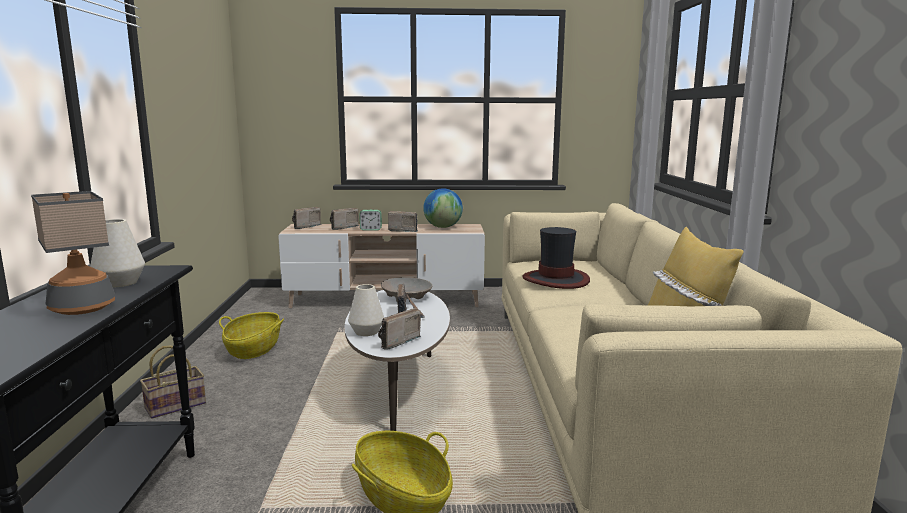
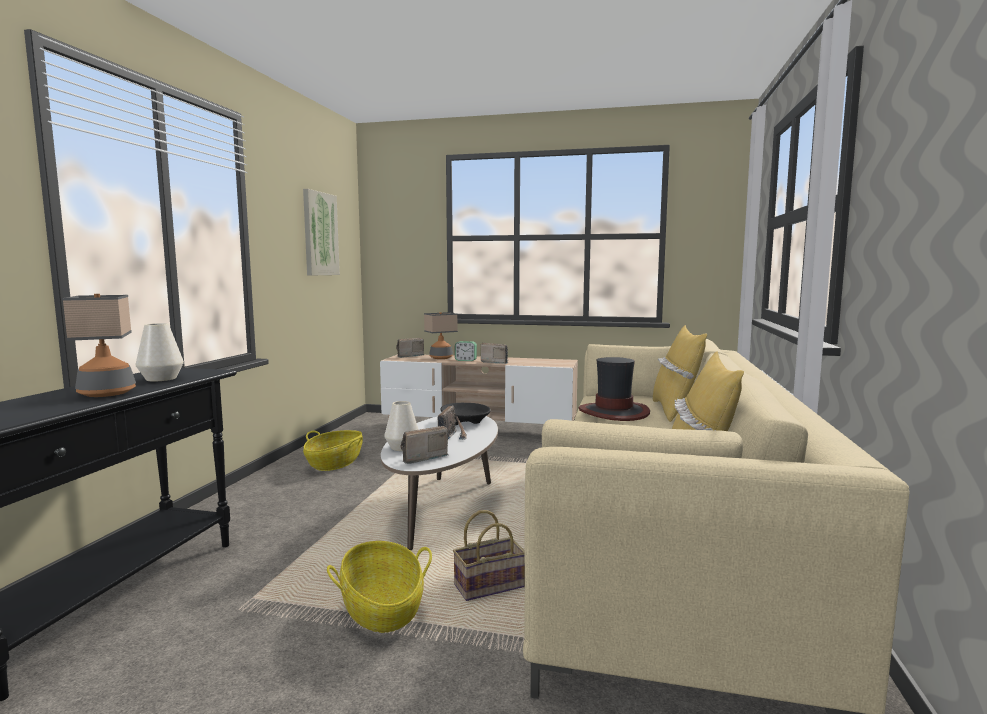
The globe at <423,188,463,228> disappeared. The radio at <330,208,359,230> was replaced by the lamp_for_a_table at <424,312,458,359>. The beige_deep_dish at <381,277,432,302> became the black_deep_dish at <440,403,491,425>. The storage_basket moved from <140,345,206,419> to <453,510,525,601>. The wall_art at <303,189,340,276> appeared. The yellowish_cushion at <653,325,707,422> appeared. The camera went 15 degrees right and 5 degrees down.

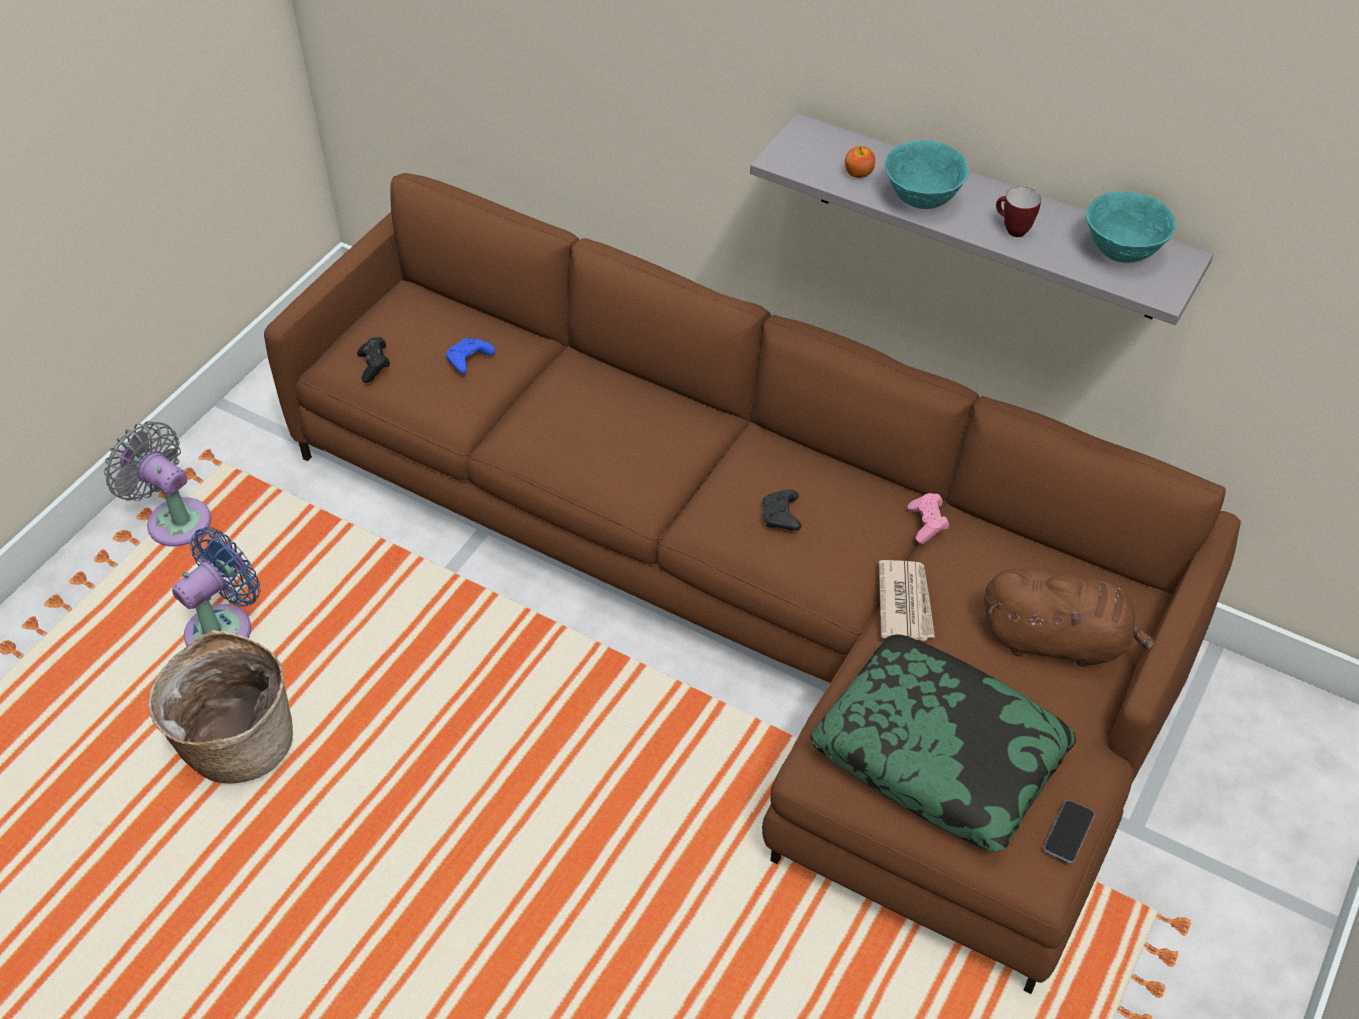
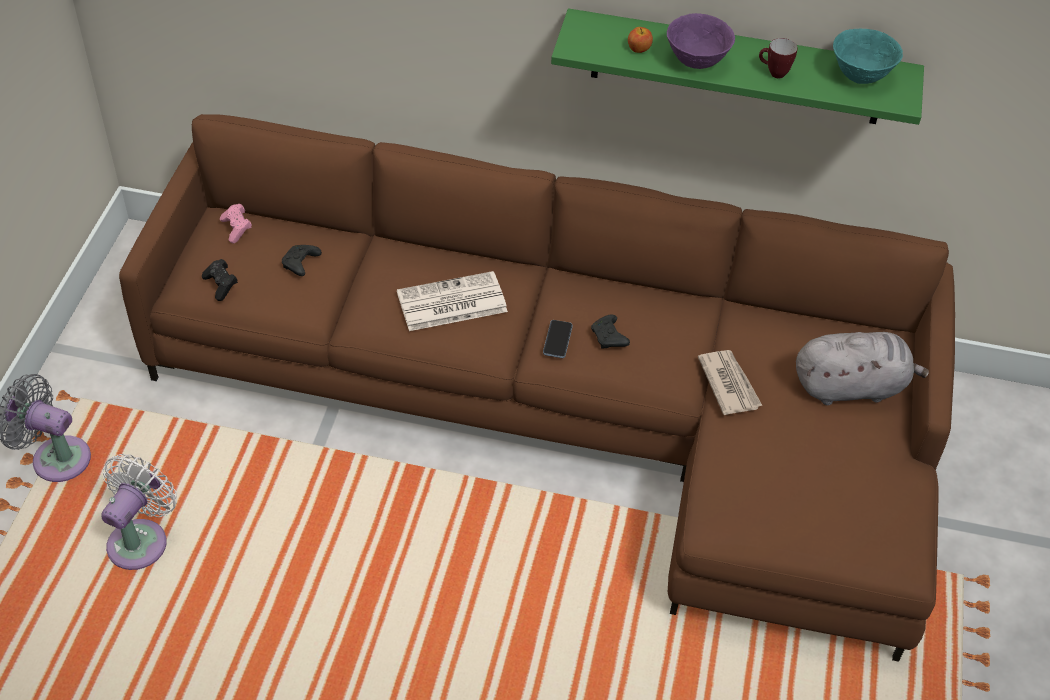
The grey_bracket_shelf at <750,113,1213,325> became the greenish_bracket_shelf at <551,8,924,125>. The turquoise-coloured_deep_dish at <884,140,969,209> became the purple_deep_dish at <667,13,735,69>. The blue_joypad at <446,338,495,374> became the black_joypad at <282,245,322,276>. The pink_joypad moved from <908,493,949,544> to <220,204,252,243>. The blue_electric_fan at <172,527,261,646> became the white_electric_fan at <101,454,177,570>. The brown_plush_toy at <984,568,1154,667> became the grey_plush_toy at <796,332,929,405>. The storage_basket at <148,630,293,783> disappeared. The cushion at <810,634,1076,852> disappeared. The handset moved from <1044,800,1095,863> to <543,320,573,358>. The daily_paper at <397,271,508,331> appeared. The camera went 20 degrees left and 0 degrees up.

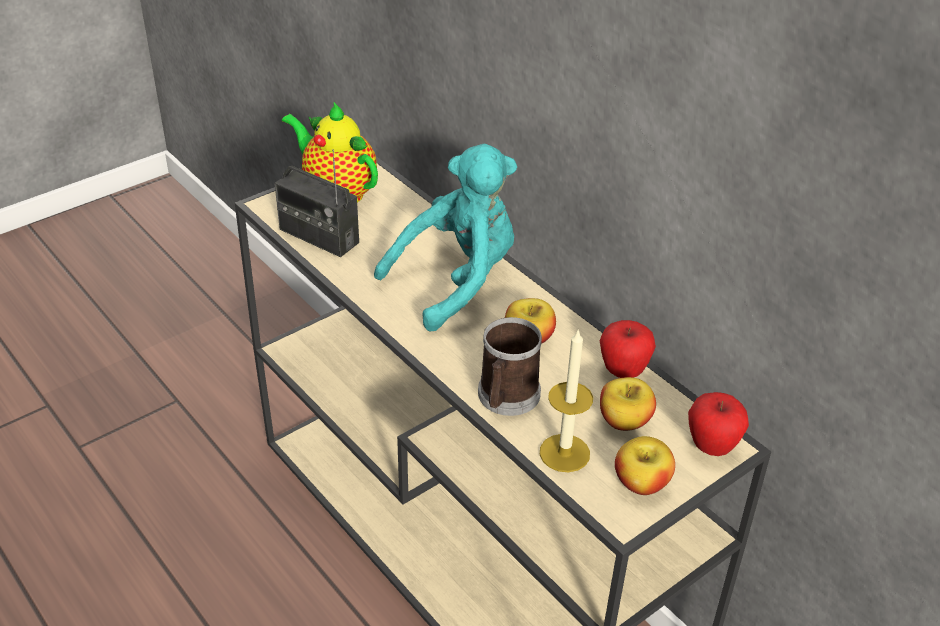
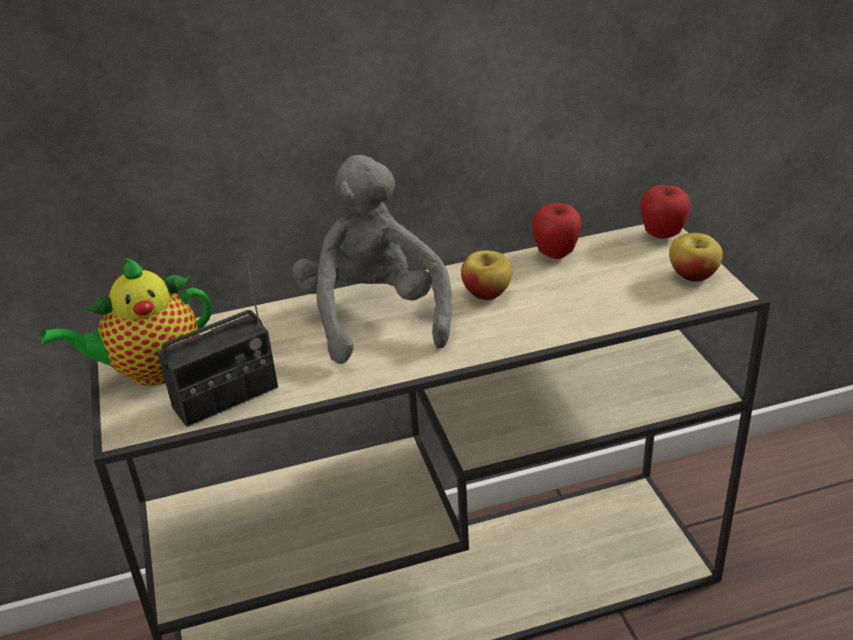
The turquoise-coloured_plush_toy at <374,144,517,331> became the grey_plush_toy at <292,155,452,364>. The mug at <478,317,542,416> disappeared. The wax_candle at <539,328,593,472> disappeared. The apple at <600,377,656,431> disappeared. The camera went 65 degrees left and 5 degrees down.

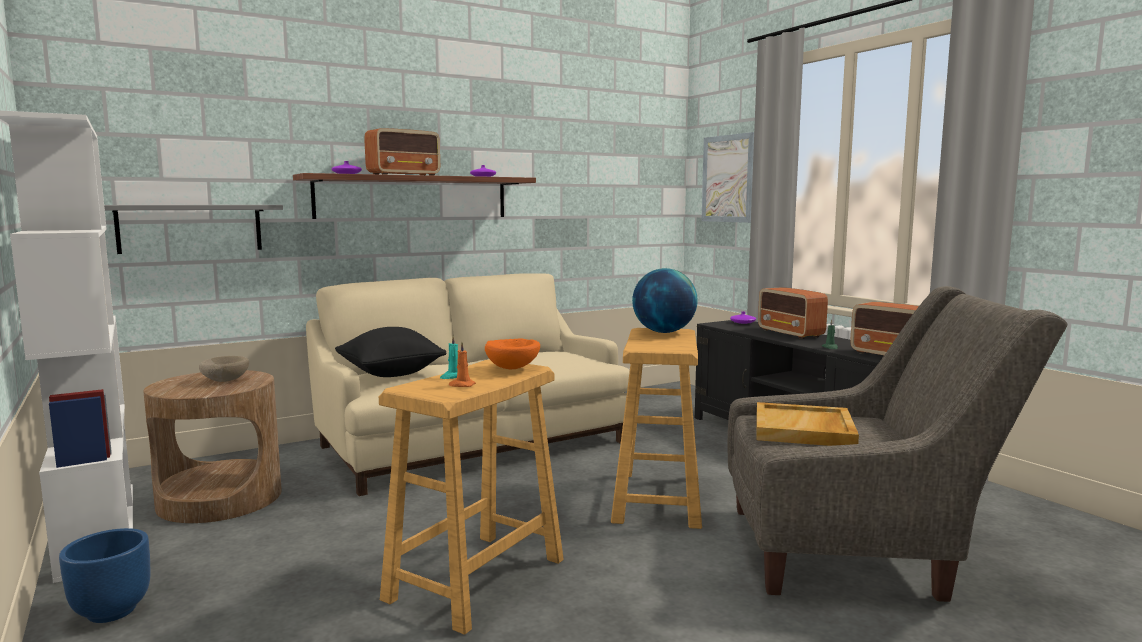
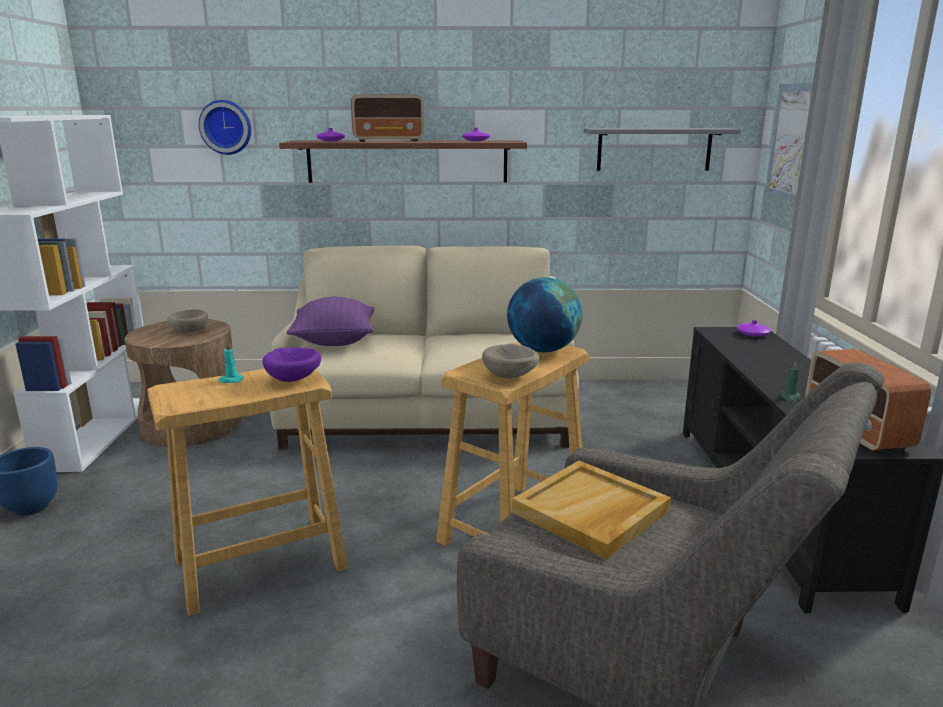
The grey_bracket_shelf moved from <104,205,283,254> to <584,128,741,171>. The radio at <758,287,828,339> disappeared. The black_cushion at <335,327,446,377> became the purple_cushion at <287,297,375,346>. The orange_deep_dish at <485,338,540,369> became the purple_deep_dish at <263,347,321,382>. The orange_wax_candle at <449,342,476,387> disappeared. The wall_clock at <199,100,251,155> appeared. The beige_deep_dish at <482,343,539,378> appeared. The camera went 30 degrees right and 10 degrees up.

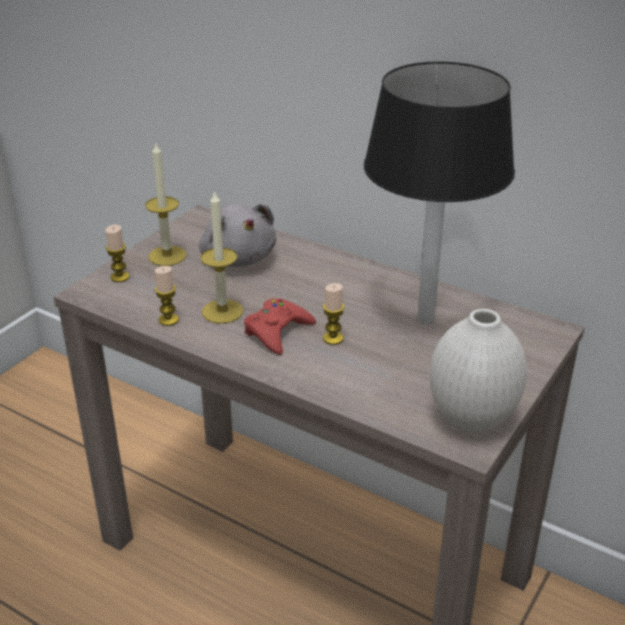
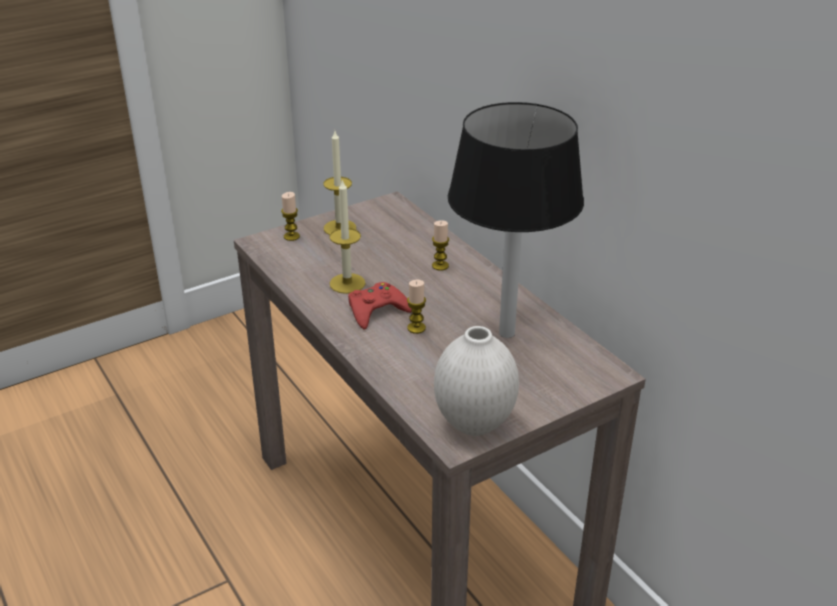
The grey_plush_toy at <199,203,276,267> disappeared. The wax_candle moved from <155,266,179,326> to <432,220,449,271>. The camera went 25 degrees right and 0 degrees up.

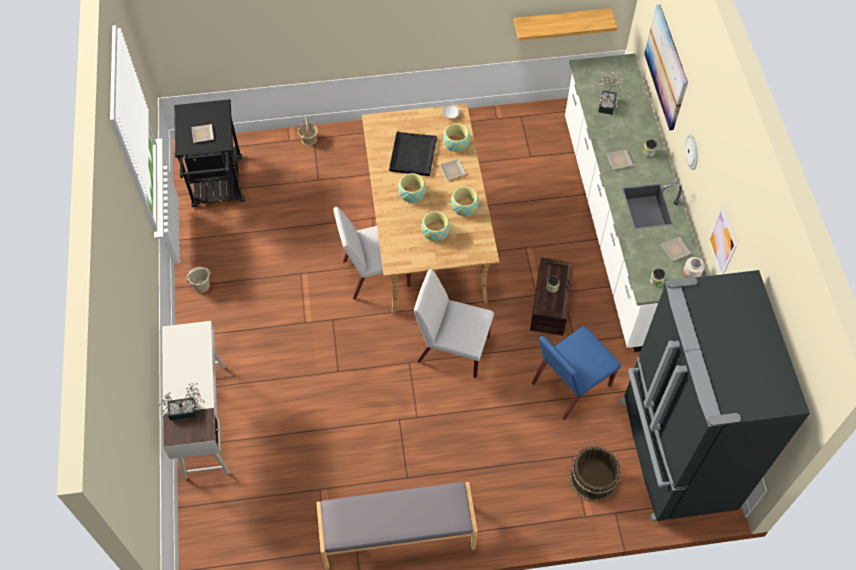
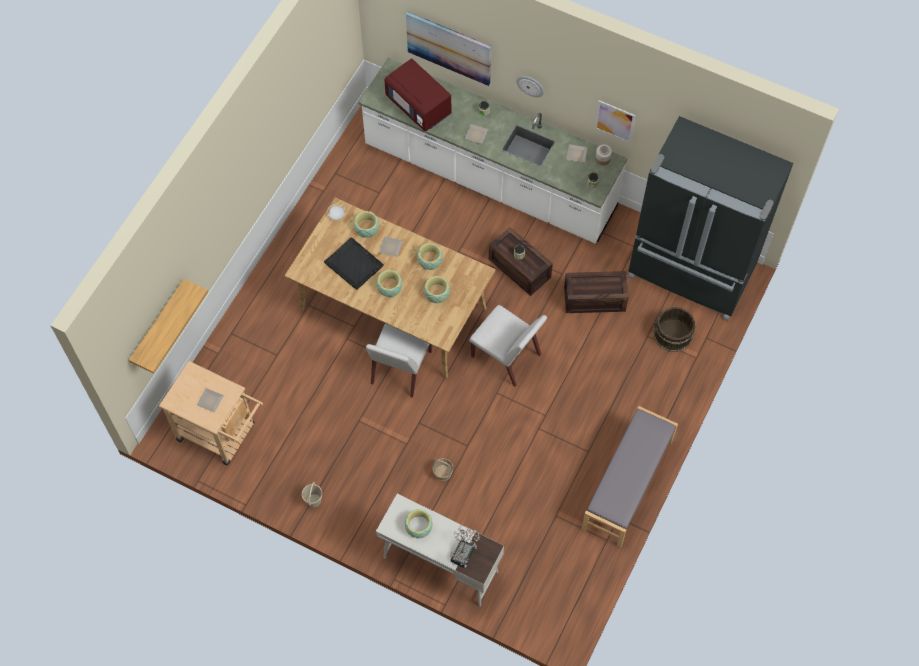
The bracket_shelf moved from <514,8,617,41> to <129,279,208,374>. The plant_in_a_pot at <597,72,624,115> was replaced by the red-coloured_microwave at <384,58,452,131>. The black_trolley at <174,99,245,207> became the beige_trolley at <159,361,263,465>. The storage_basket moved from <298,117,318,146> to <432,458,454,481>. The white_plain_chair at <414,269,494,378> turned 105 degrees counterclockwise. The blue_plain_chair at <532,326,621,420> was replaced by the crate at <564,271,628,313>. The deep_dish at <405,509,432,538> appeared. The camera went 55 degrees left and 5 degrees up.

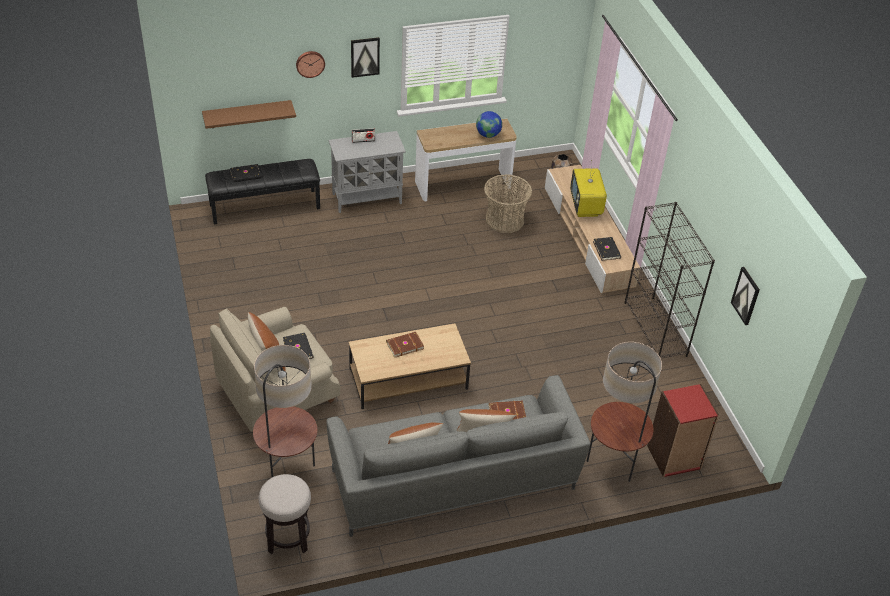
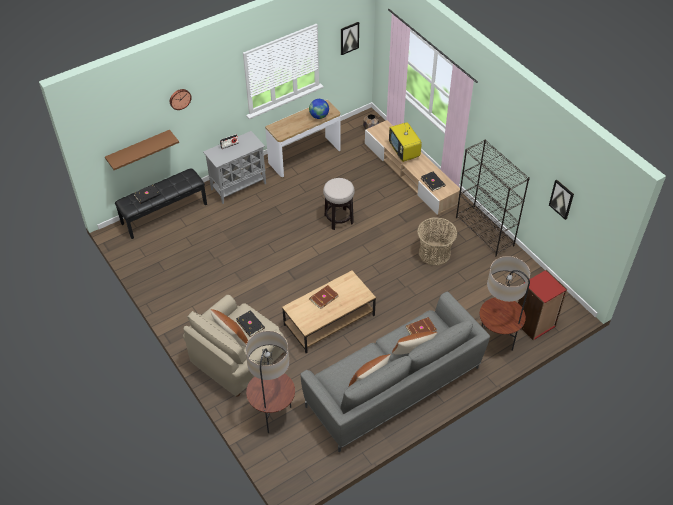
The wall_art moved from <351,37,380,78> to <341,22,359,55>. The storage_basket moved from <484,174,532,233> to <417,217,457,266>. The stool moved from <259,474,311,554> to <323,178,355,230>. The camera went 15 degrees left and 5 degrees up.

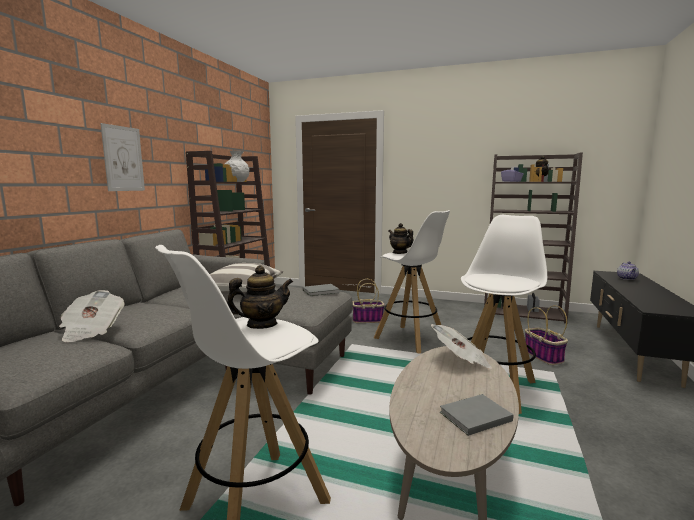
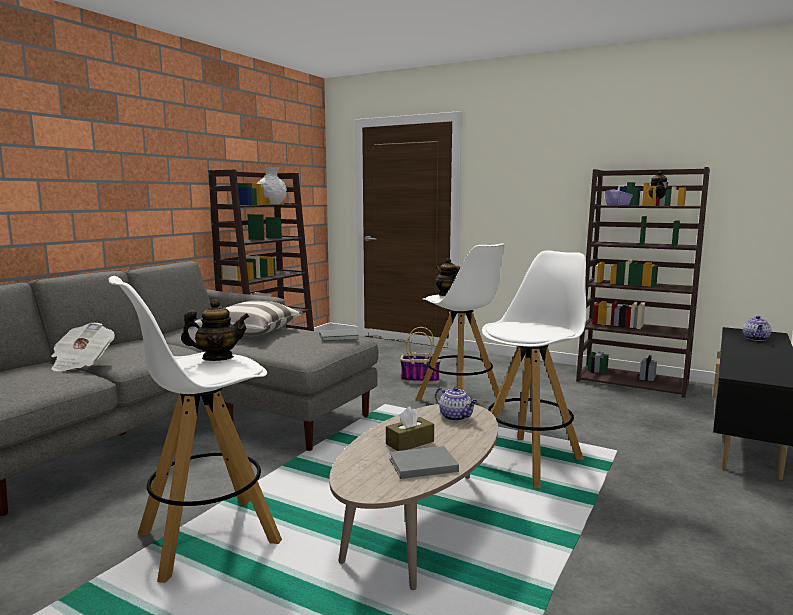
The wall_art at <100,123,145,191> disappeared. The storage_basket at <525,305,568,365> disappeared. The daily_paper at <431,324,493,369> was replaced by the pot_for_tea at <435,386,477,421>. The brown_box_of_tissues at <386,407,434,451> appeared. The camera went 10 degrees right and 0 degrees up.

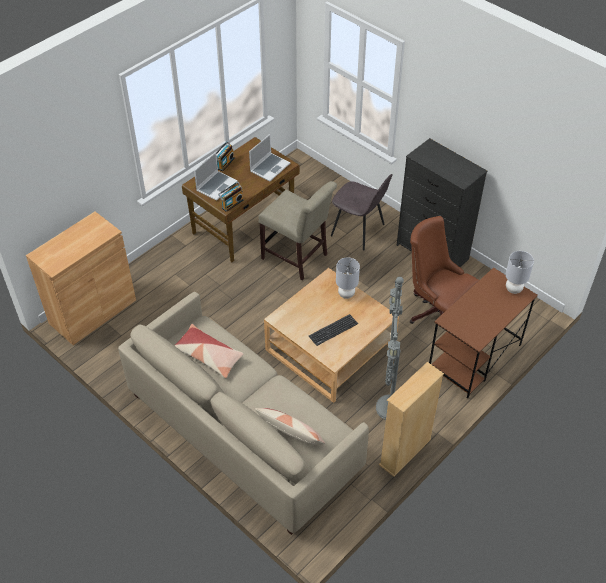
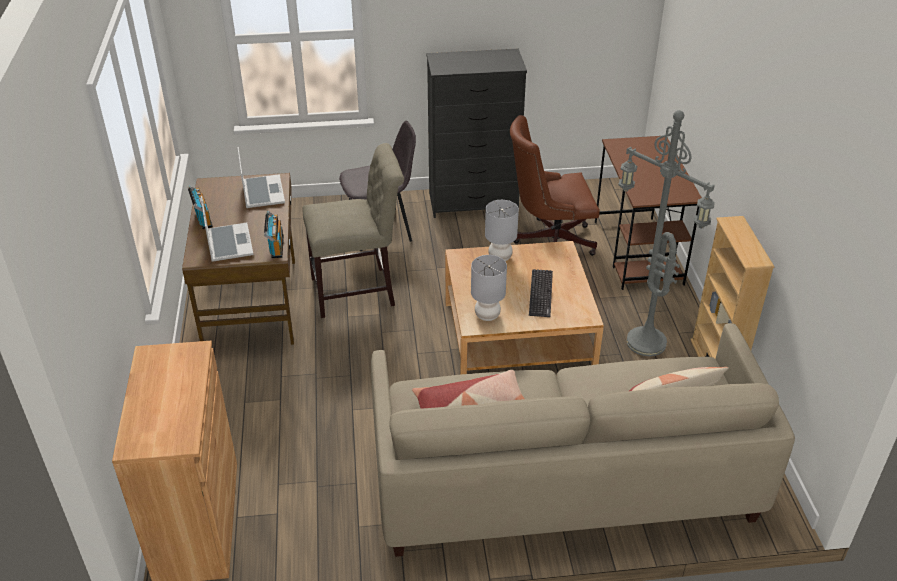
The grey_lamp_for_a_table moved from <505,251,534,294> to <471,255,507,321>. The camera went 50 degrees left and 10 degrees down.

